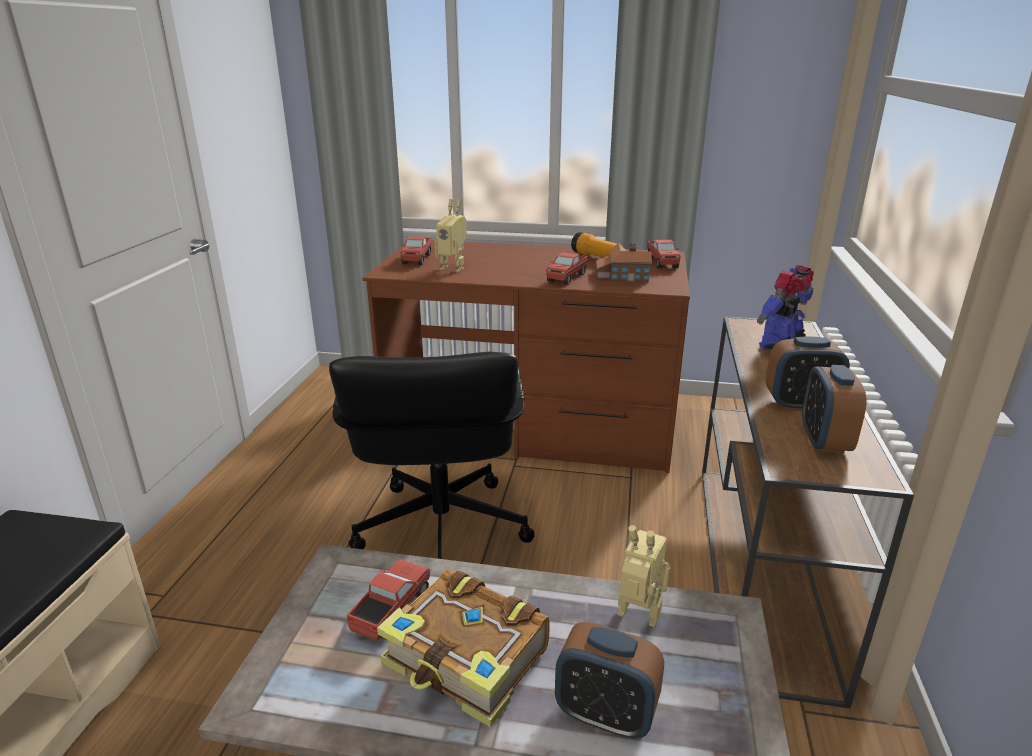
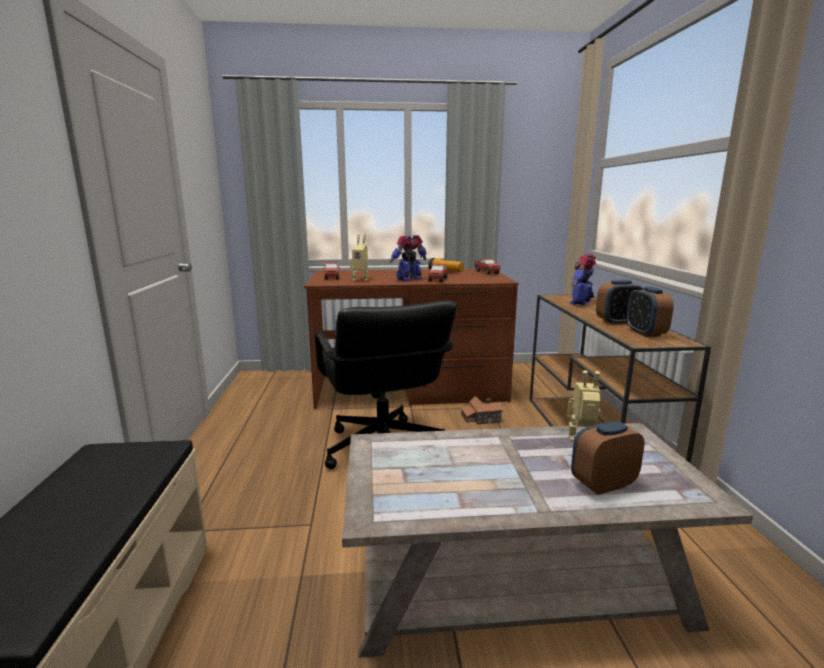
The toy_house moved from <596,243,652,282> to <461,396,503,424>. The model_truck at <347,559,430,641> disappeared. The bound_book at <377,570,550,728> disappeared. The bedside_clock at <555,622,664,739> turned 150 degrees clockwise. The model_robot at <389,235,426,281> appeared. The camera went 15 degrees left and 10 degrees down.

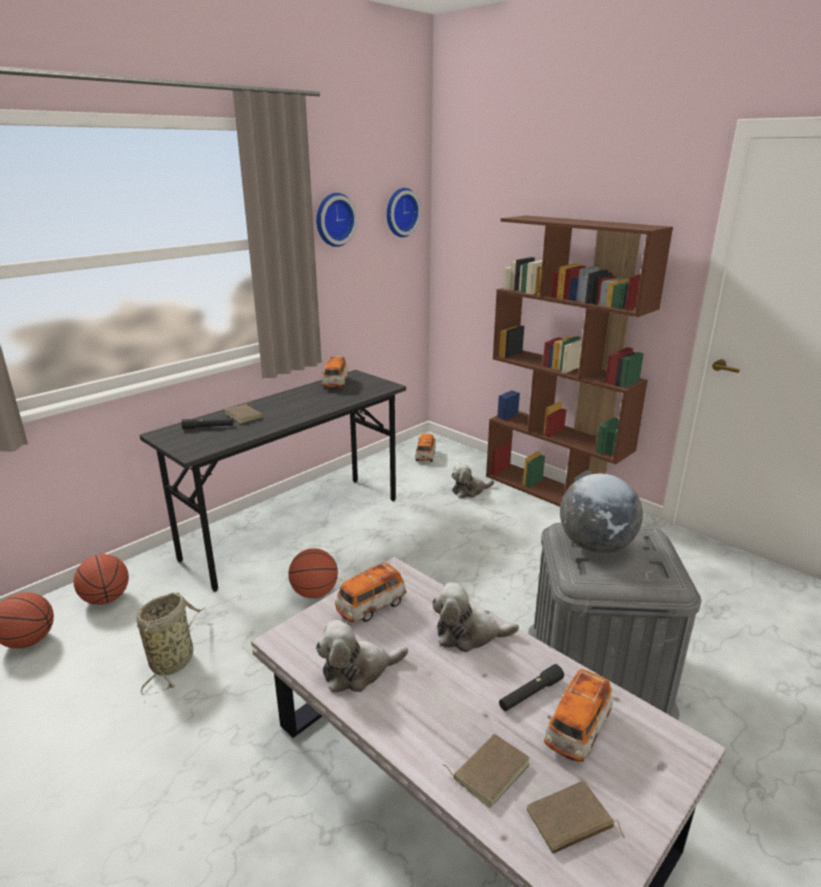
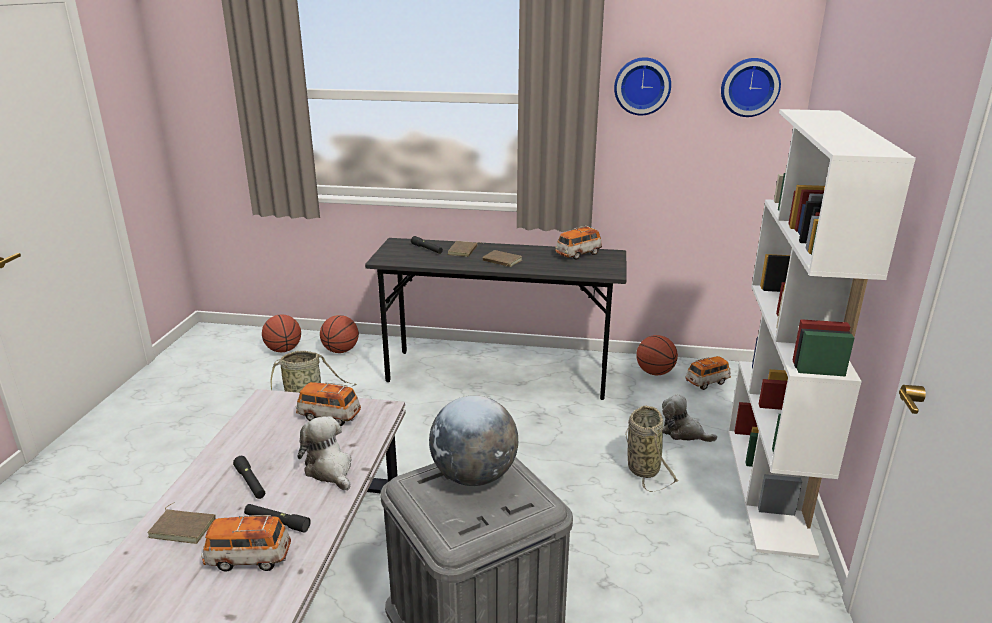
The brown_bookcase at <486,215,673,507> became the white_bookcase at <728,109,916,559>. The ball_for_basketball moved from <288,548,338,598> to <636,335,678,375>. The plush_toy at <315,620,408,692> disappeared. The brown_bound_book moved from <526,781,625,854> to <482,250,522,267>. The storage_basket at <625,406,678,492> appeared. The black_flashlight at <233,456,265,499> appeared. The camera went 55 degrees right and 0 degrees up.

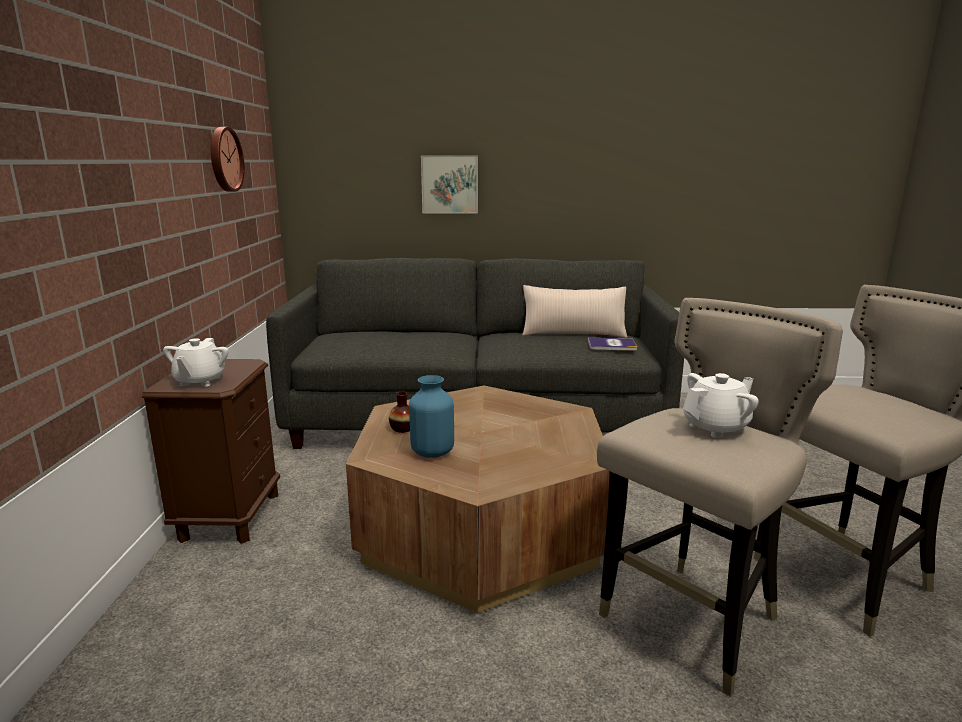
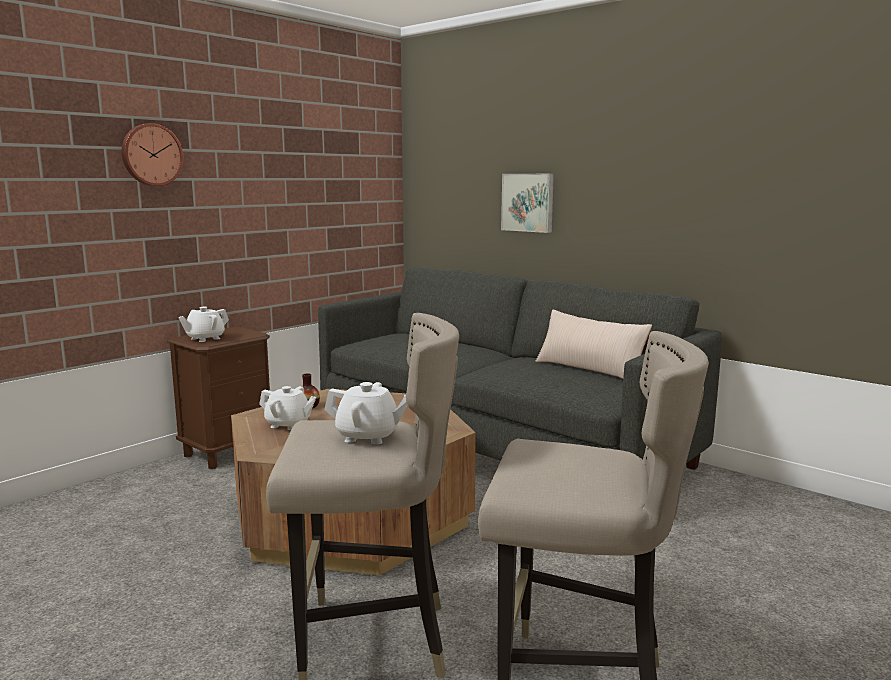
The wall_clock moved from <211,127,245,192> to <122,123,184,186>. The bound_book at <588,338,637,350> disappeared. The blue_flower_vase at <409,375,454,458> was replaced by the white_pot_for_tea at <259,386,316,430>. The camera went 40 degrees right and 5 degrees down.

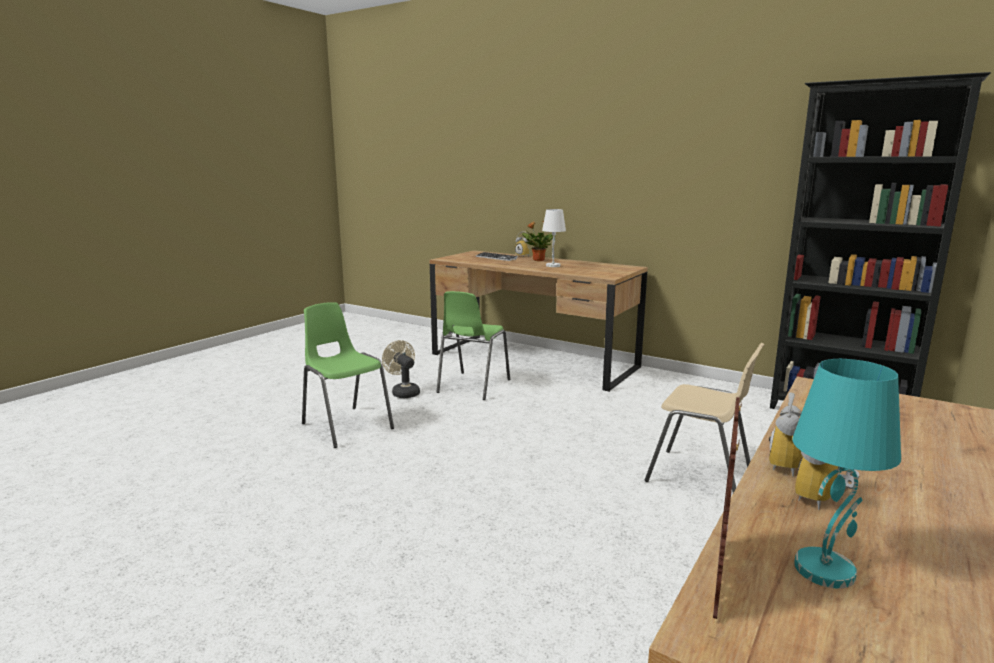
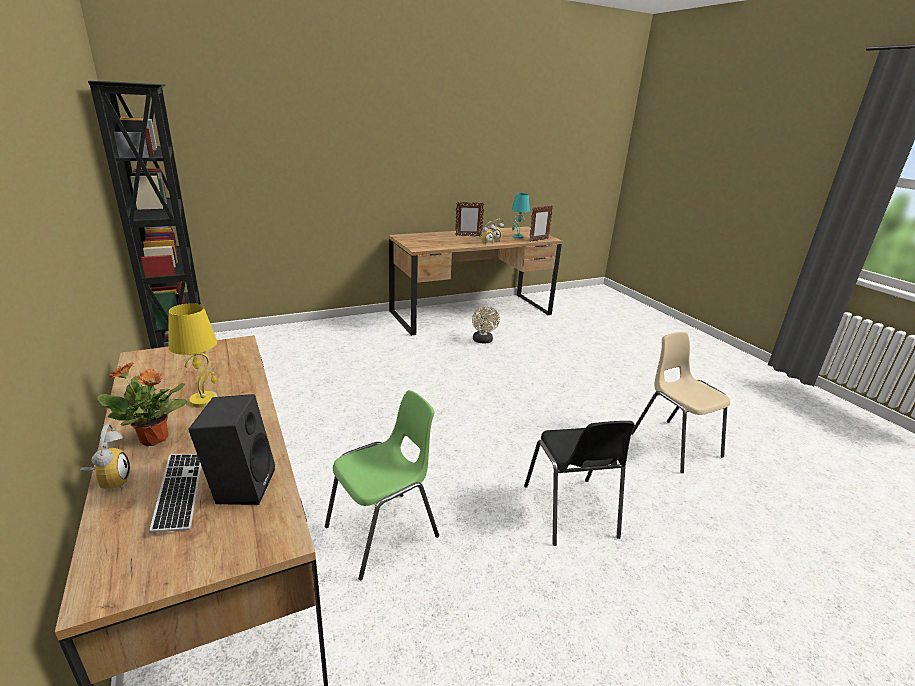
The white_lamp_for_a_table at <542,209,566,267> became the yellowish_lamp_for_a_table at <168,303,218,408>. The greenish_plain_chair at <302,302,394,448> became the black_plain_chair at <524,421,635,546>. The beige_electric_fan moved from <382,340,420,398> to <472,307,500,343>. The beige_plain_chair moved from <645,343,765,493> to <631,332,730,473>. The photo_frame at <455,202,484,237> appeared. The black_audio_speaker at <188,394,275,505> appeared. The camera went 150 degrees left and 10 degrees up.

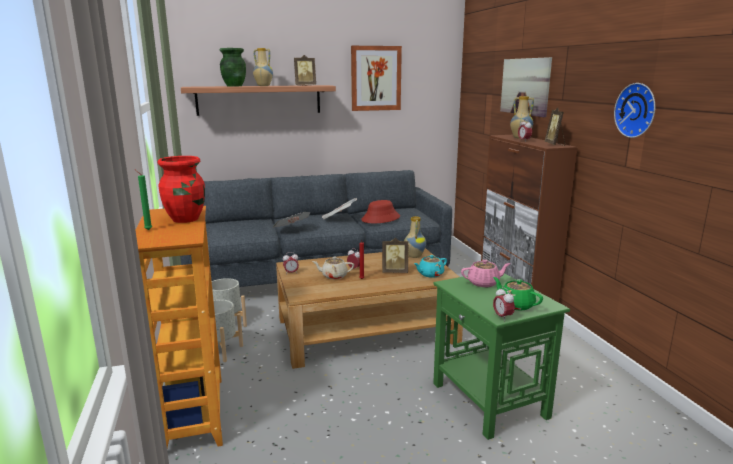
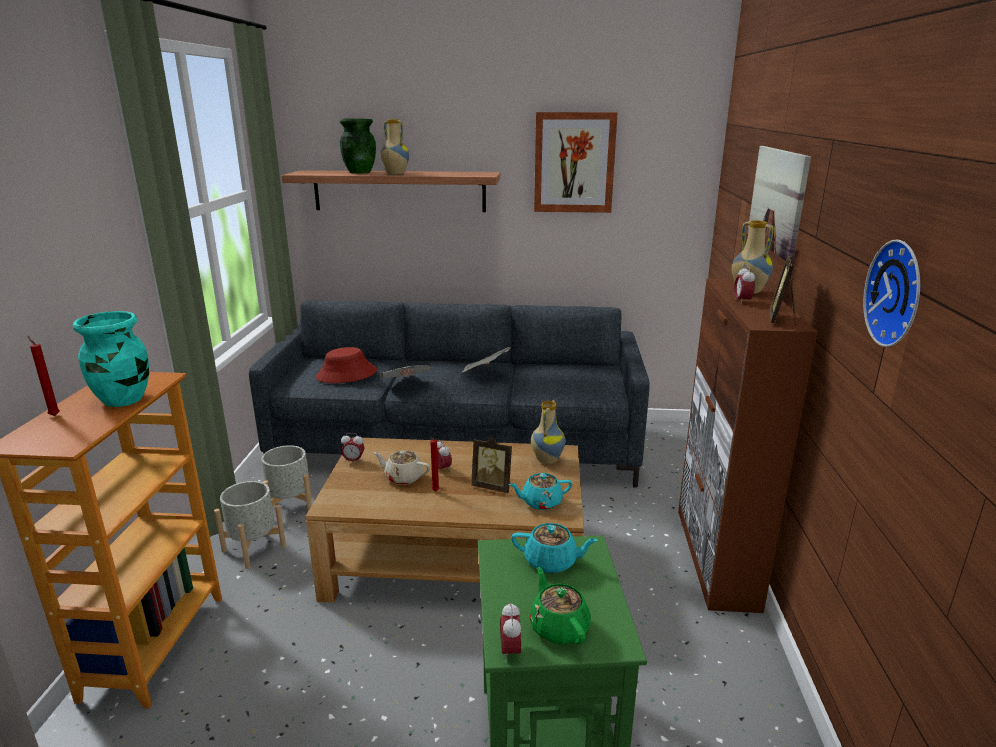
The photo_frame at <294,55,316,86> disappeared. The red-coloured_flower_vase at <157,156,205,223> became the turquoise-coloured_flower_vase at <73,311,149,407>. The greenish_wax_candle at <135,170,152,230> became the red-coloured_wax_candle at <27,336,60,416>. The red-coloured_hat moved from <361,200,400,223> to <316,347,377,383>. The pink_pot_for_tea at <461,259,511,287> became the turquoise-coloured_pot_for_tea at <511,523,598,573>. The camera went 20 degrees right and 5 degrees up.

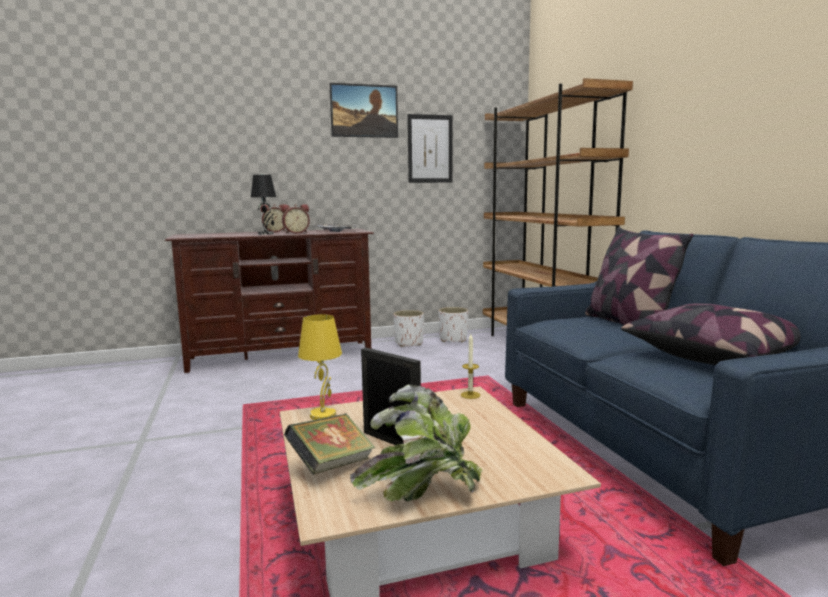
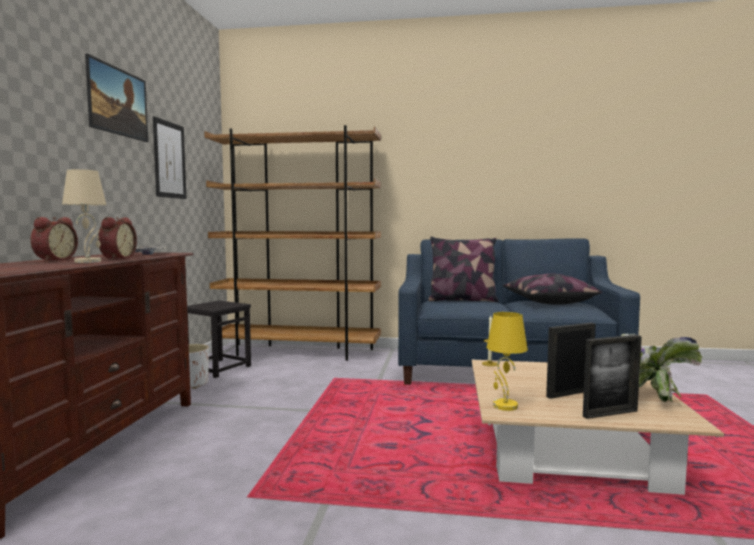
The black_lamp_for_a_table at <251,175,276,235> became the beige_lamp_for_a_table at <62,169,106,263>. The white_plant_pot at <439,307,468,342> was replaced by the black_stool at <187,301,251,378>. The bound_book at <284,414,375,474> was replaced by the photo_frame at <583,335,642,419>. The camera went 65 degrees left and 5 degrees down.

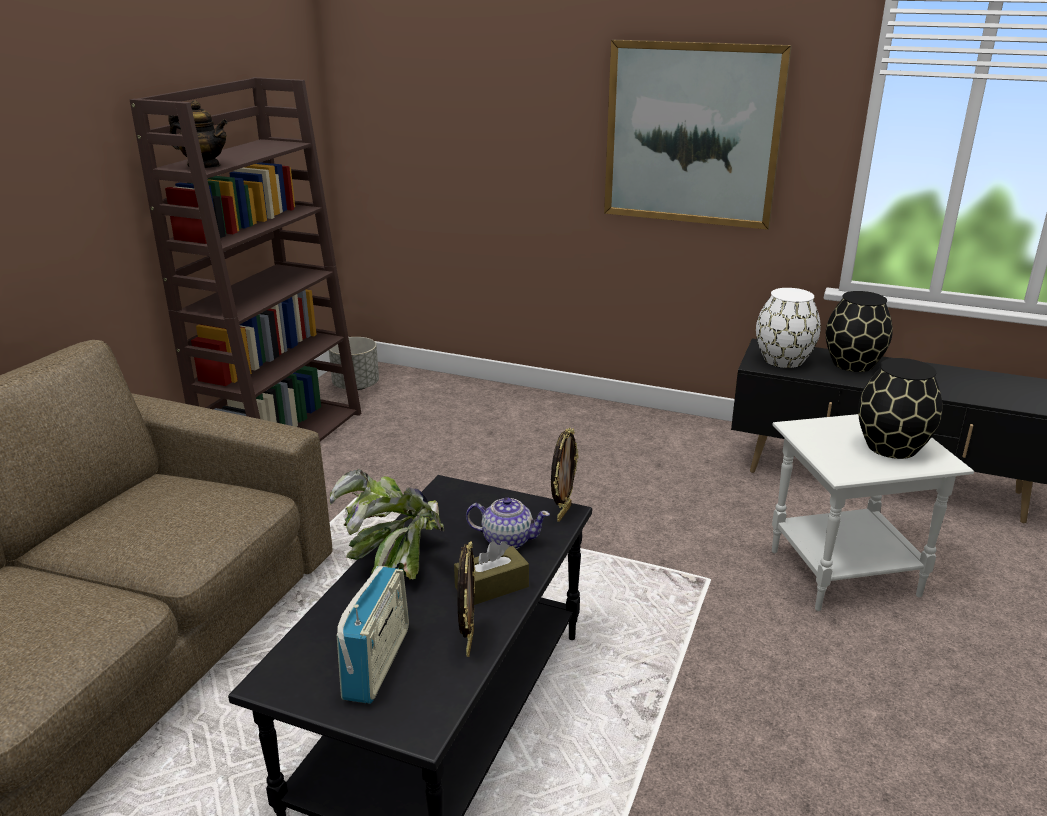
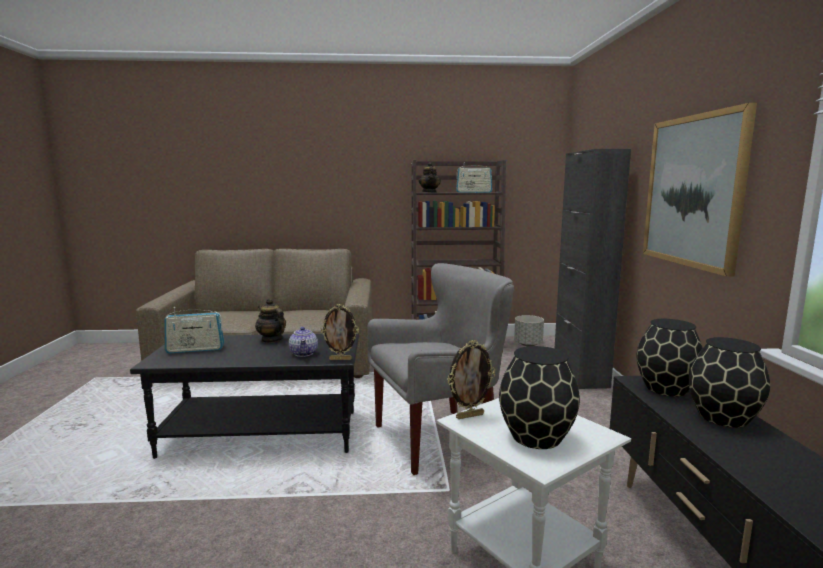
The white_flower_vase at <756,288,821,368> became the black_flower_vase at <637,319,703,397>. The plant_in_a_pot at <330,469,444,580> was replaced by the pot_for_tea at <255,298,286,343>. The brown_box_of_tissues at <454,541,529,605> disappeared. The photo_frame moved from <457,541,475,657> to <447,340,495,419>. The black_cabinet at <555,149,631,389> appeared. The radio at <456,165,492,193> appeared. The grey_lounge_chair at <368,263,514,475> appeared. The camera went 65 degrees right and 15 degrees down.

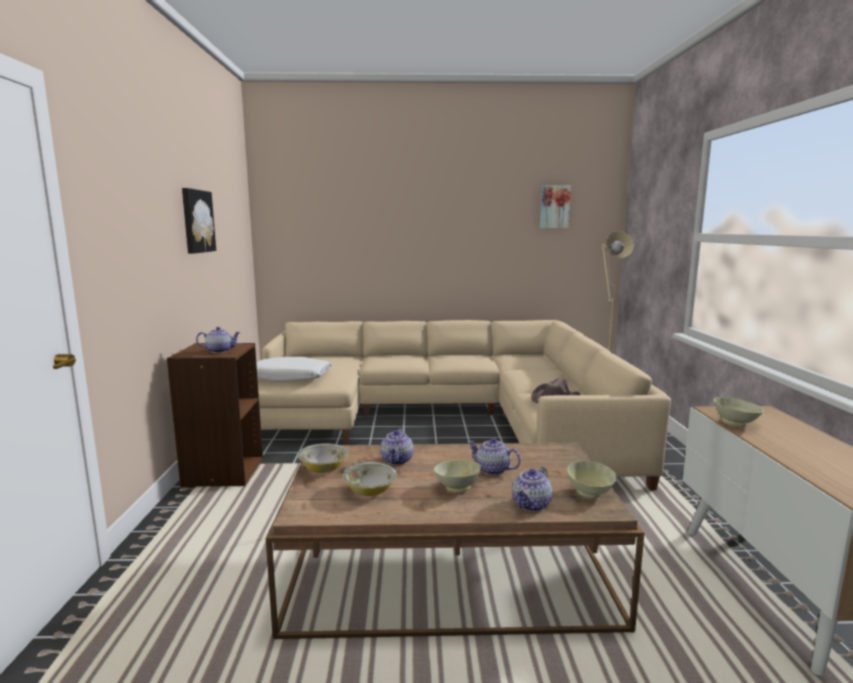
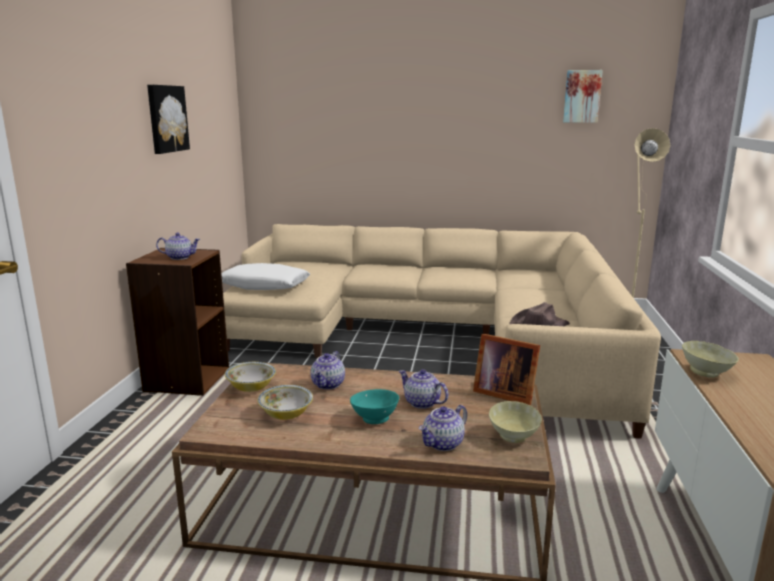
The beige_deep_dish at <434,460,481,493> became the turquoise-coloured_deep_dish at <350,389,399,424>. The photo_frame at <473,334,540,405> appeared. The camera went 10 degrees right and 5 degrees up.

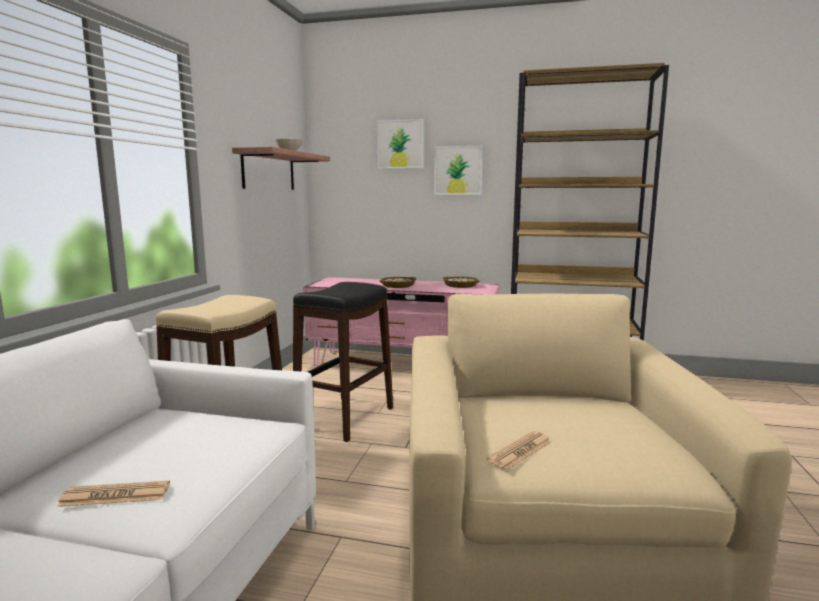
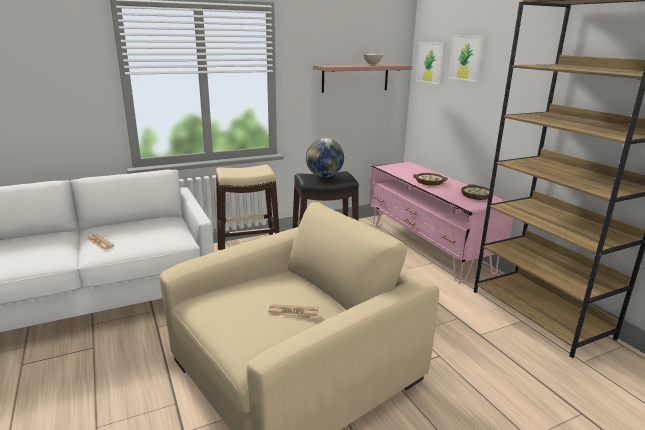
The wall_art moved from <434,146,483,195> to <416,42,446,85>. The daily_paper moved from <487,431,552,470> to <268,304,319,317>. The globe at <306,138,344,177> appeared. The camera went 50 degrees right and 10 degrees up.

